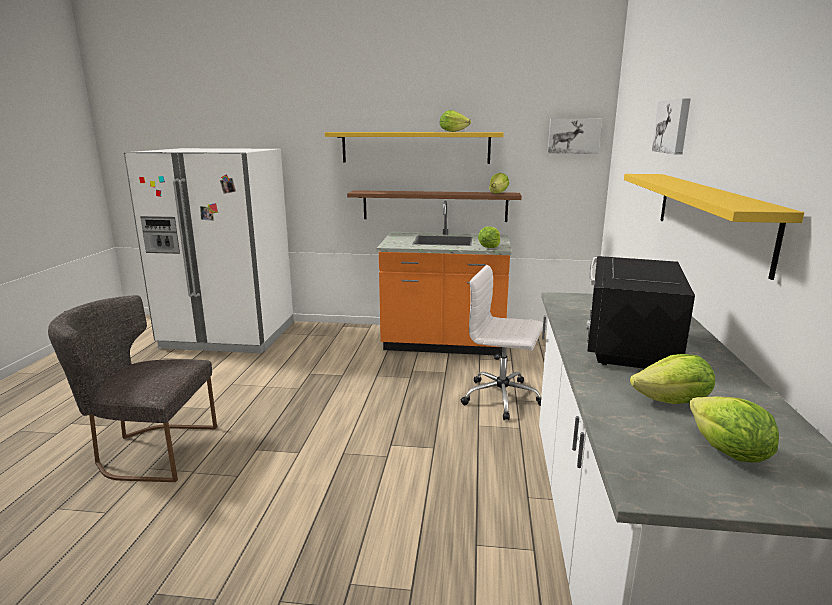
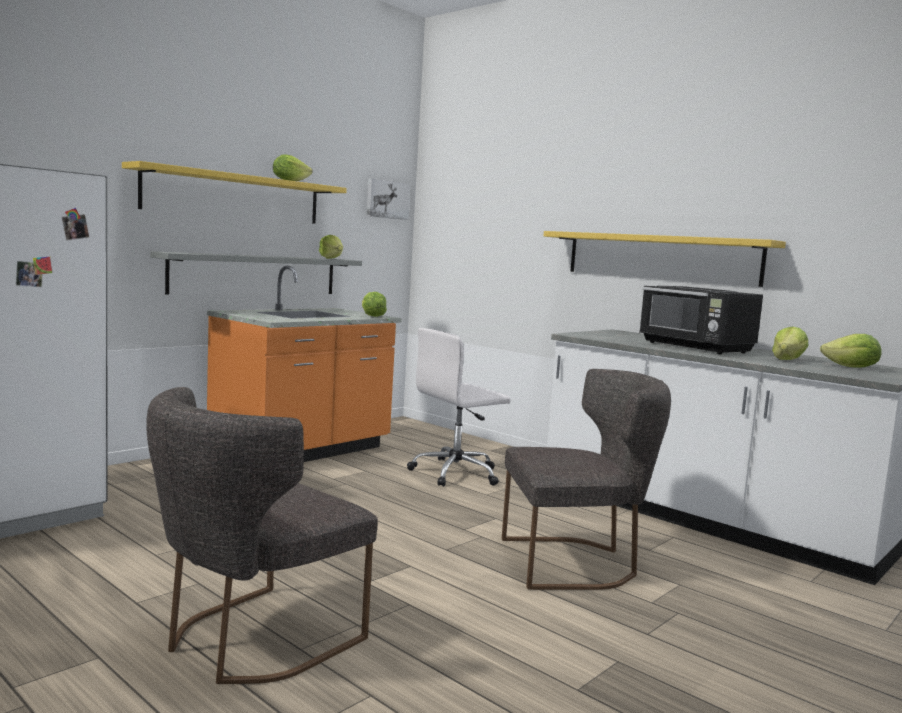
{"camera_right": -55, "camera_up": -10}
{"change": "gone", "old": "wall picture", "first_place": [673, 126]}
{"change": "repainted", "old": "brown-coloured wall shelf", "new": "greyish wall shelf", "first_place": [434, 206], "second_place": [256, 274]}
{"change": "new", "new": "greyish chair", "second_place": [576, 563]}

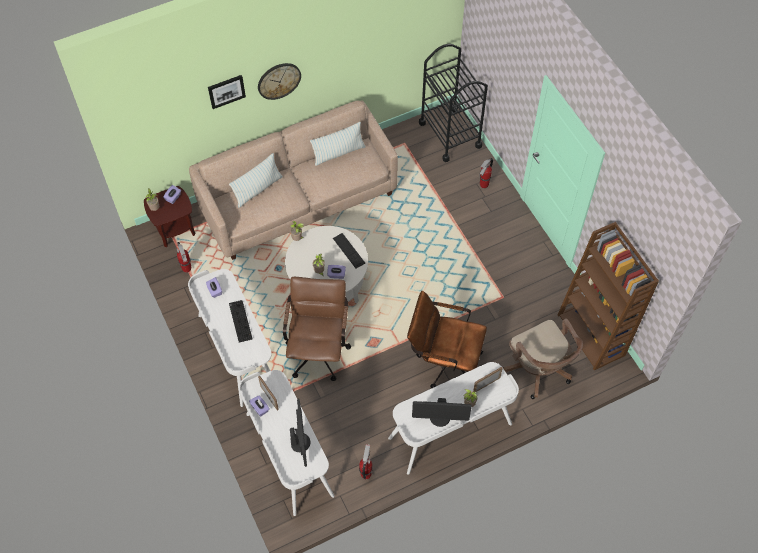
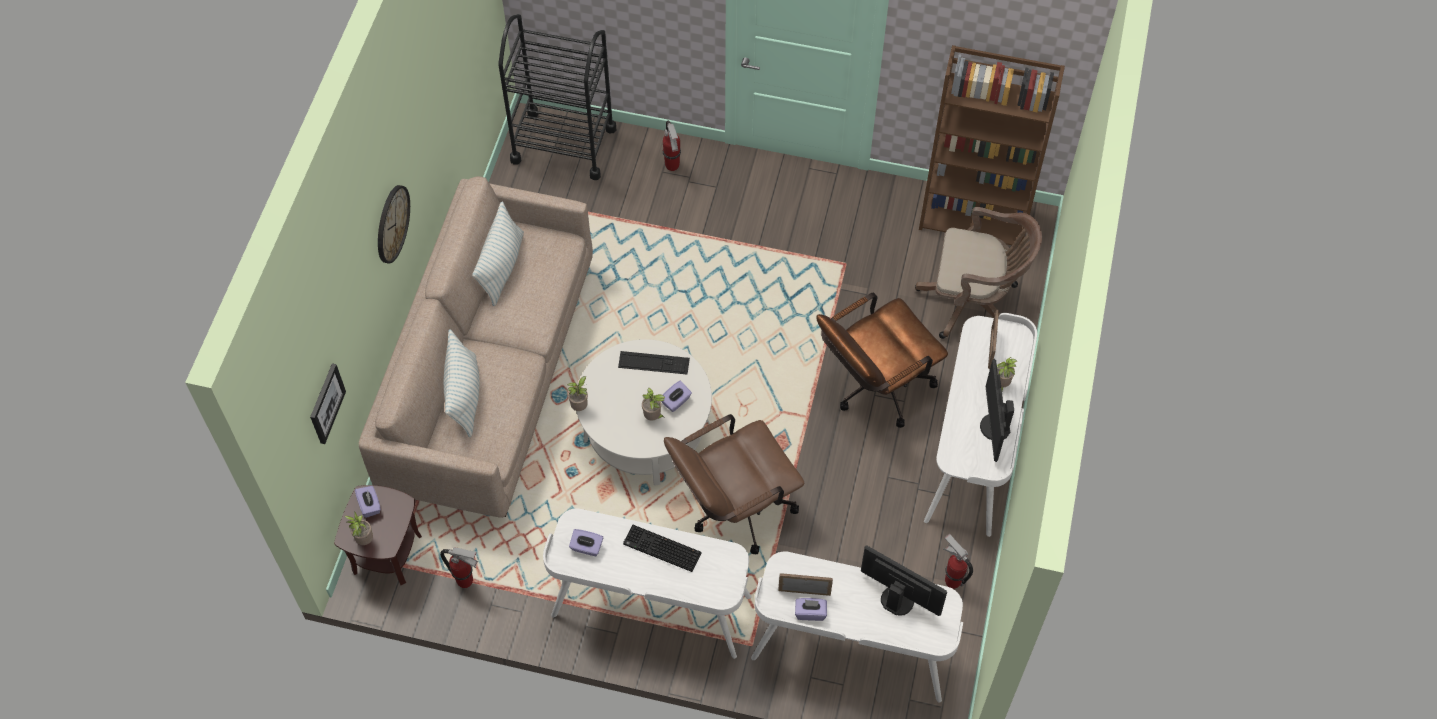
{"camera_right": -50, "camera_up": 0}
{"change": "shifted", "old": "wall picture", "first_place": [226, 91], "second_place": [326, 403]}
{"change": "rotated", "old": "brown-coloured office chair", "first_place": [318, 348], "second_place": [733, 510], "degrees": -75}
{"change": "rotated", "old": "computer display", "first_place": [440, 418], "second_place": [993, 427], "degrees": 135}

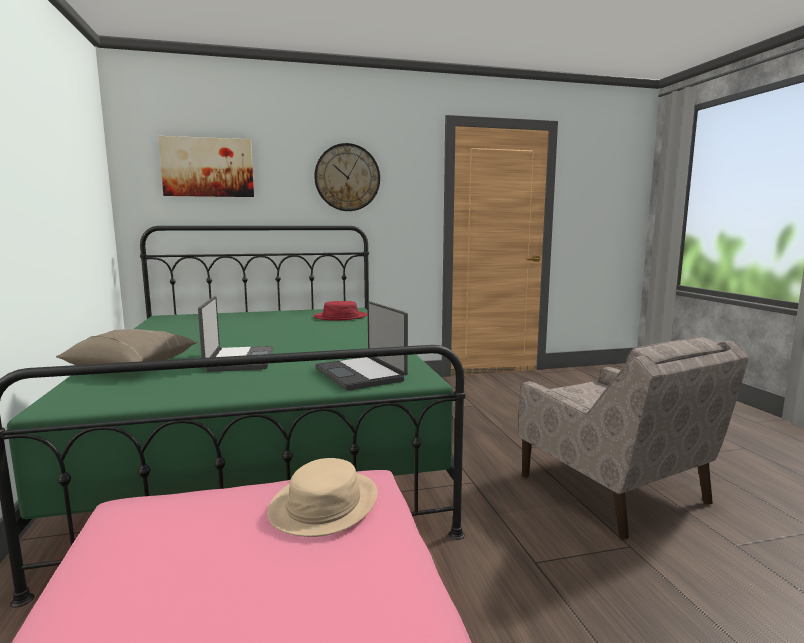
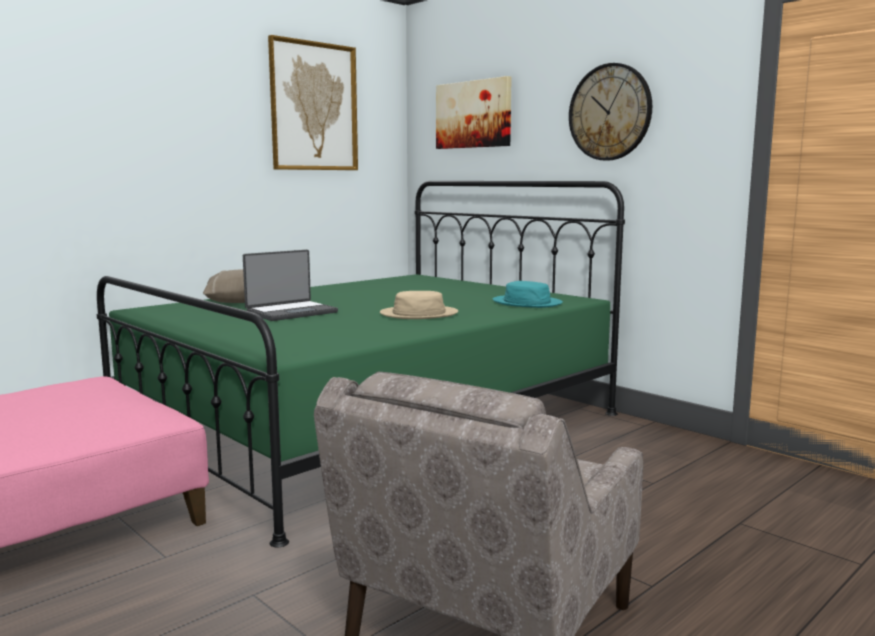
{"camera_right": 60, "camera_up": 0}
{"change": "repainted", "old": "red hat", "new": "turquoise hat", "first_place": [340, 317], "second_place": [527, 303]}
{"change": "gone", "old": "portable computer", "first_place": [361, 374]}
{"change": "shifted", "old": "sand-coloured hat", "first_place": [324, 504], "second_place": [419, 314]}
{"change": "new", "new": "wall picture", "second_place": [313, 107]}

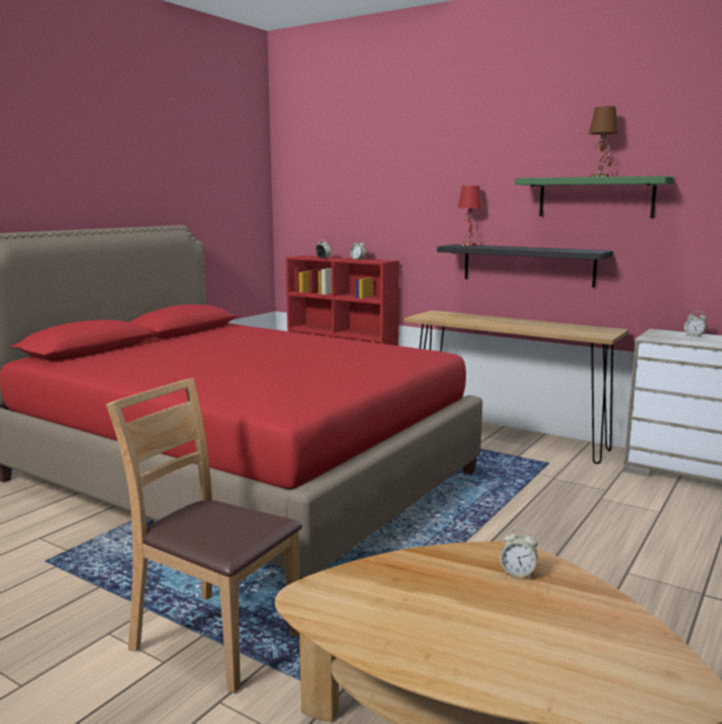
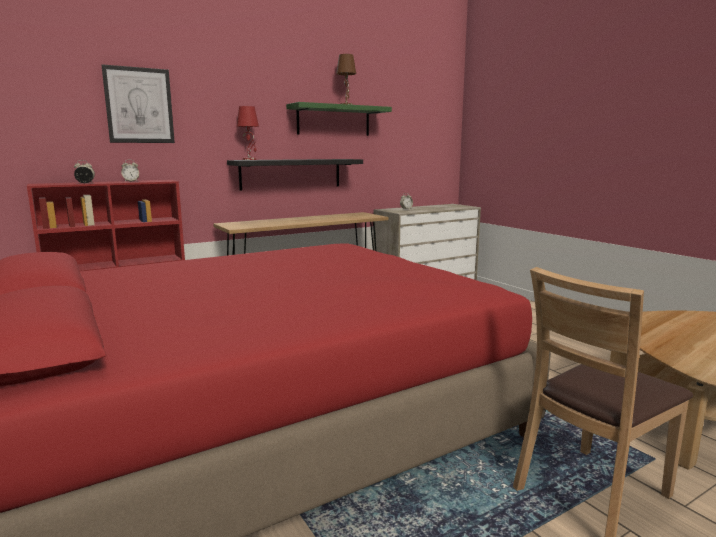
{"camera_right": -65, "camera_up": 0}
{"change": "gone", "old": "bedside clock", "first_place": [518, 573]}
{"change": "new", "new": "wall picture", "second_place": [139, 105]}

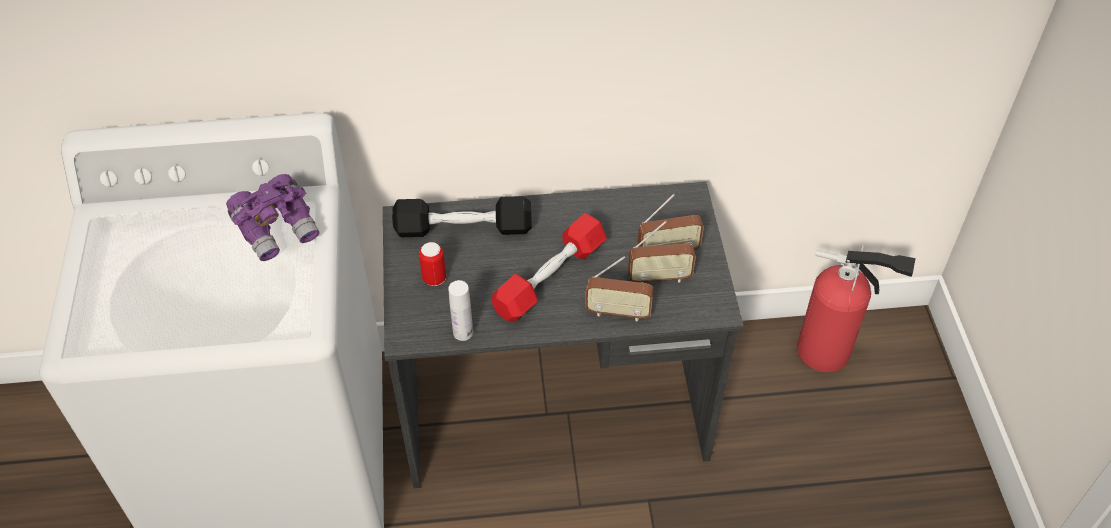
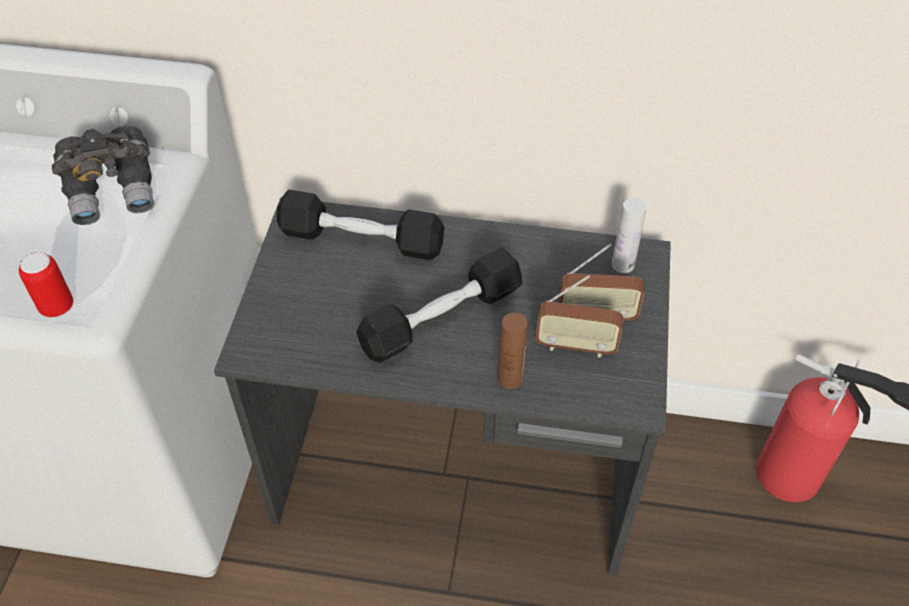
{"camera_right": 15, "camera_up": 0}
{"change": "repainted", "old": "purple pair of binoculars", "new": "greyish pair of binoculars", "first_place": [278, 229], "second_place": [113, 192]}
{"change": "repainted", "old": "red free weight", "new": "black free weight", "first_place": [550, 278], "second_place": [441, 318]}
{"change": "shifted", "old": "sealed can", "first_place": [434, 278], "second_place": [57, 307]}
{"change": "swapped", "old": "radio set", "new": "brown-coloured drink bottle", "first_place": [618, 312], "second_place": [510, 378]}
{"change": "shifted", "old": "white-coloured drink bottle", "first_place": [463, 332], "second_place": [623, 264]}

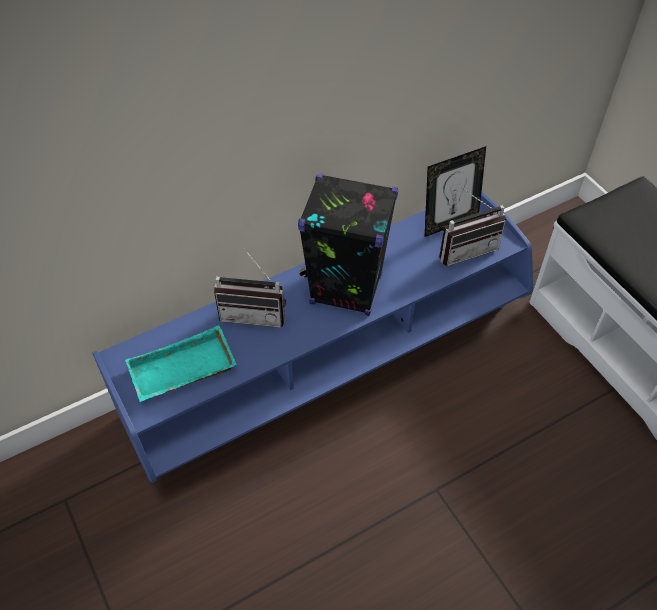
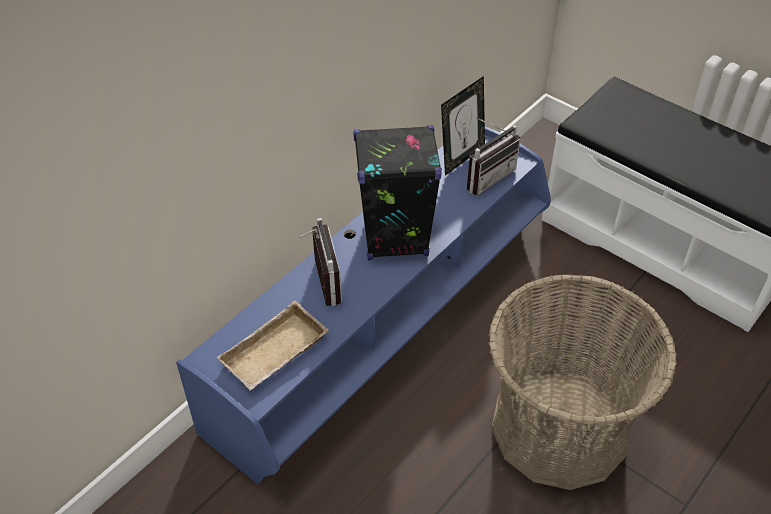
{"camera_right": -20, "camera_up": -5}
{"change": "rotated", "old": "radio set", "first_place": [254, 313], "second_place": [319, 282], "degrees": -90}
{"change": "repainted", "old": "turquoise tray", "new": "sand-coloured tray", "first_place": [182, 372], "second_place": [275, 354]}
{"change": "new", "new": "basket", "second_place": [559, 428]}

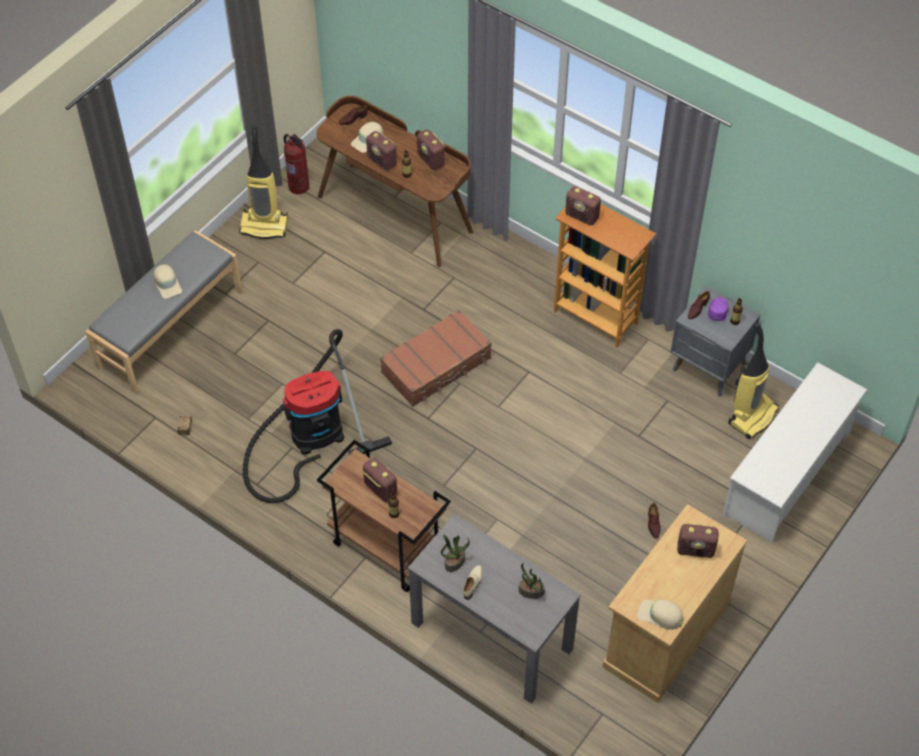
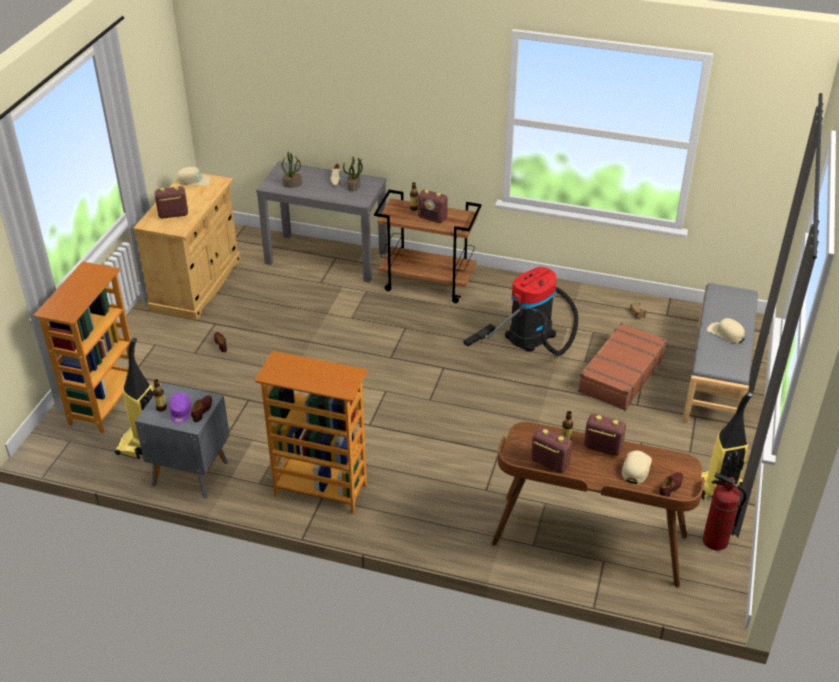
{"camera_right": 160, "camera_up": -15}
{"change": "gone", "old": "radio set", "first_place": [582, 216]}
{"change": "shifted", "old": "brown-coloured piece of luggage", "first_place": [437, 366], "second_place": [620, 374]}
{"change": "swapped", "old": "white-coloured shoe rack", "new": "bookcase", "first_place": [787, 474], "second_place": [104, 403]}

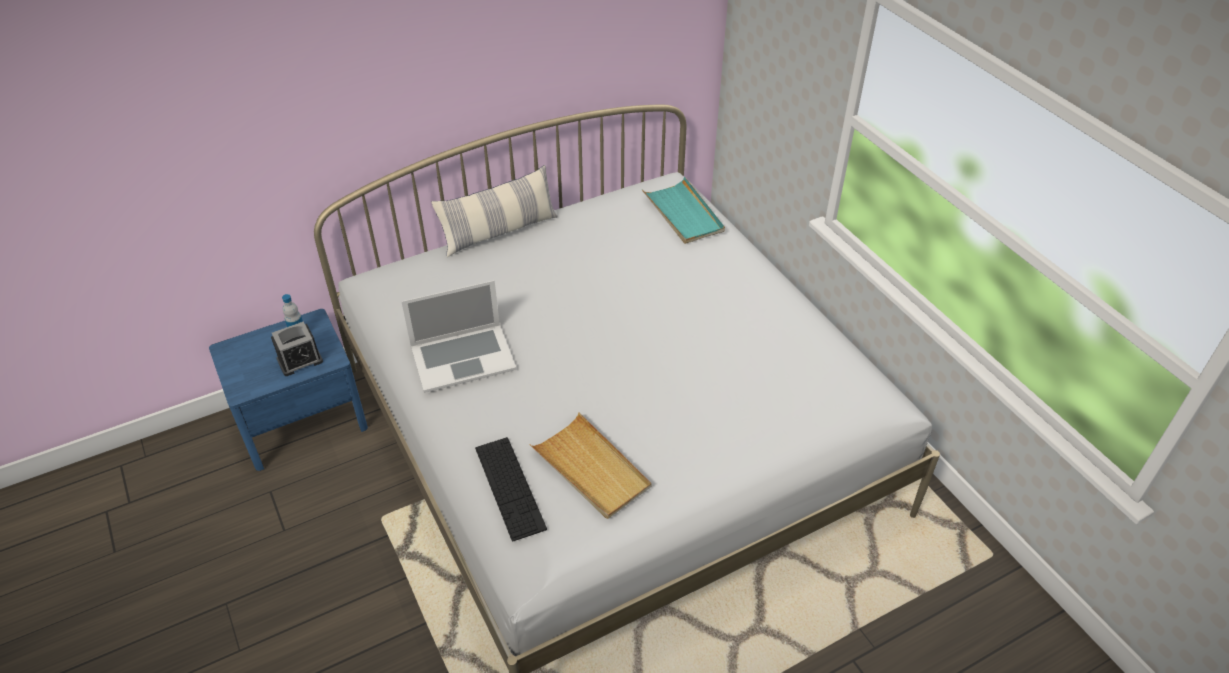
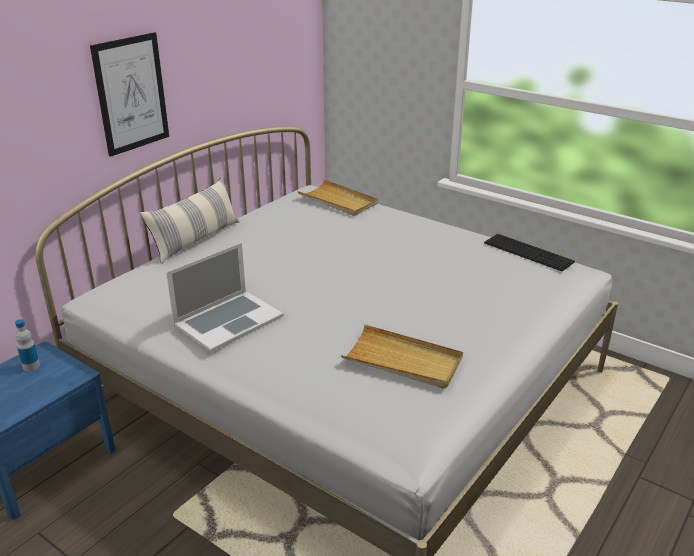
{"camera_right": -25, "camera_up": -15}
{"change": "repainted", "old": "turquoise tray", "new": "sand-coloured tray", "first_place": [683, 214], "second_place": [338, 201]}
{"change": "gone", "old": "bedside clock", "first_place": [300, 360]}
{"change": "shifted", "old": "PC keyboard", "first_place": [509, 487], "second_place": [528, 252]}
{"change": "new", "new": "wall picture", "second_place": [131, 94]}

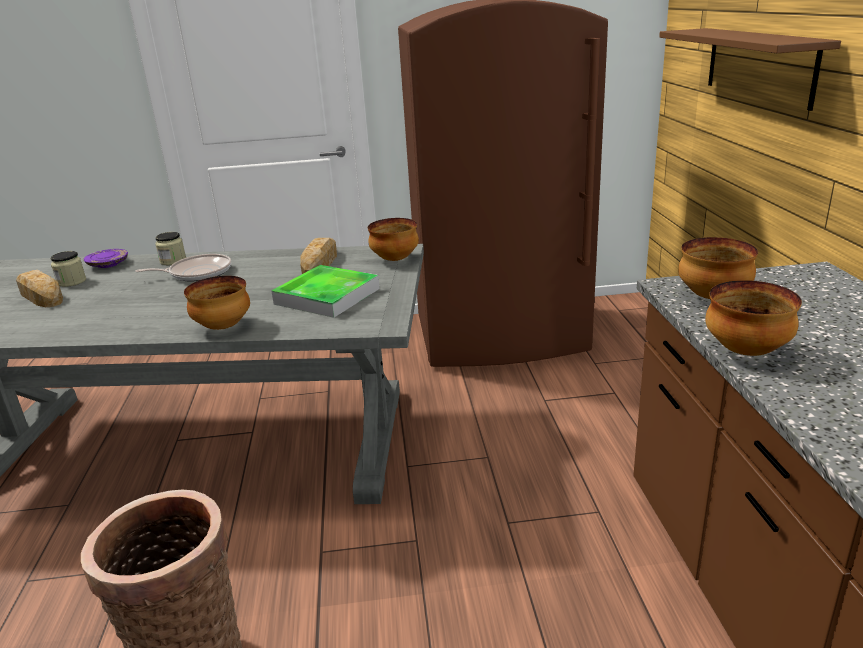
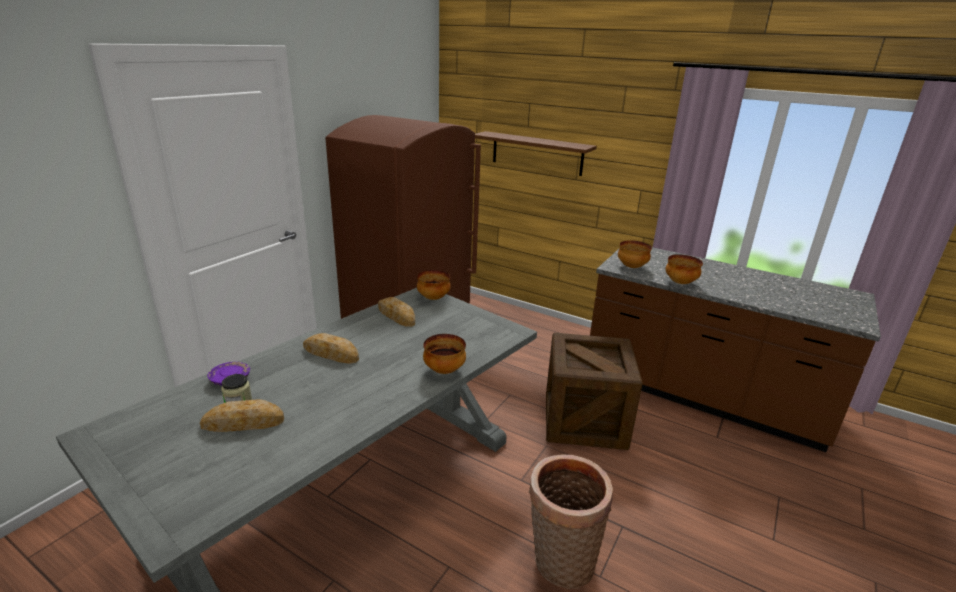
{"camera_right": -55, "camera_up": 0}
{"change": "gone", "old": "preserve jar", "first_place": [173, 261]}
{"change": "swapped", "old": "pan", "new": "baked bread", "first_place": [197, 273], "second_place": [331, 353]}
{"change": "gone", "old": "tray", "first_place": [327, 296]}
{"change": "new", "new": "crate", "second_place": [584, 421]}

